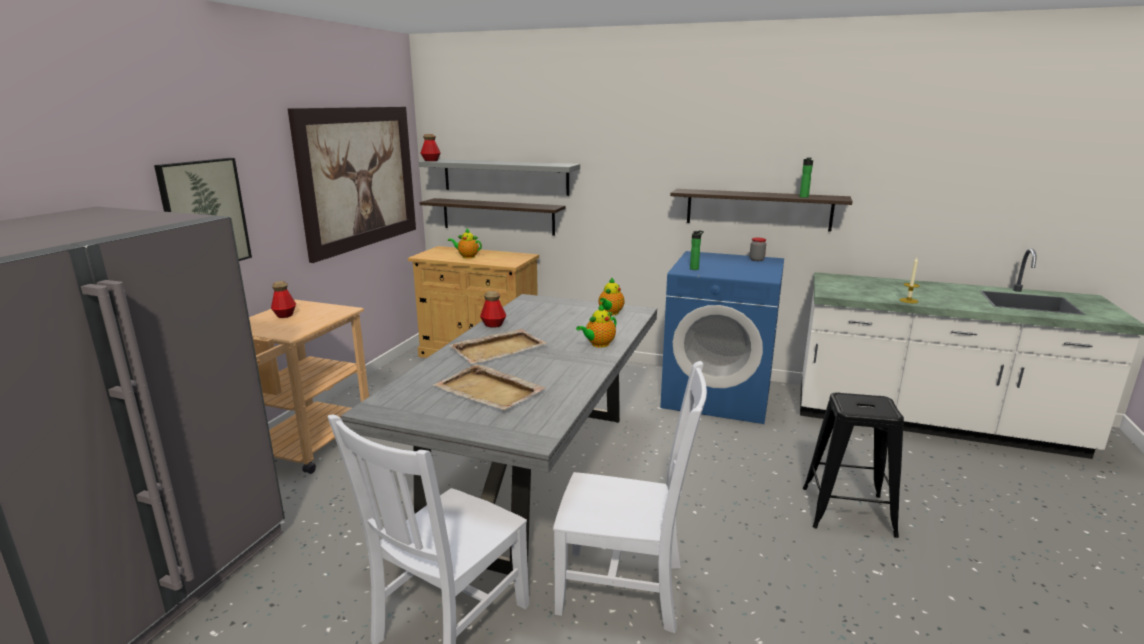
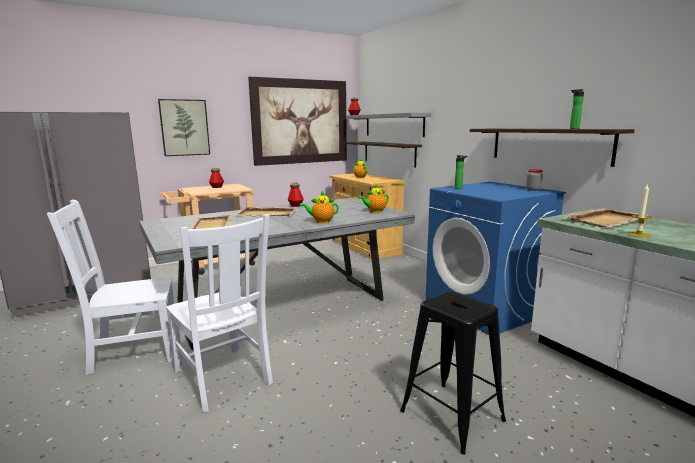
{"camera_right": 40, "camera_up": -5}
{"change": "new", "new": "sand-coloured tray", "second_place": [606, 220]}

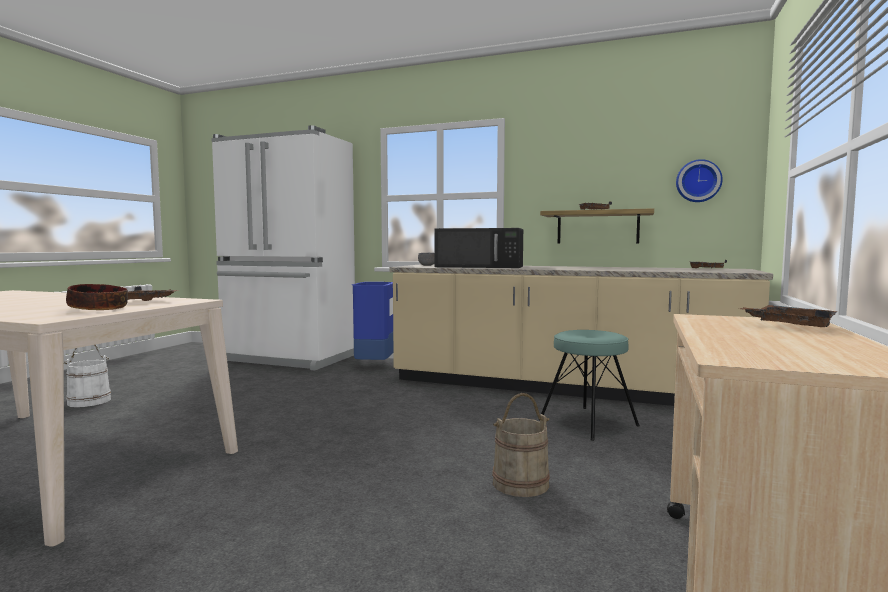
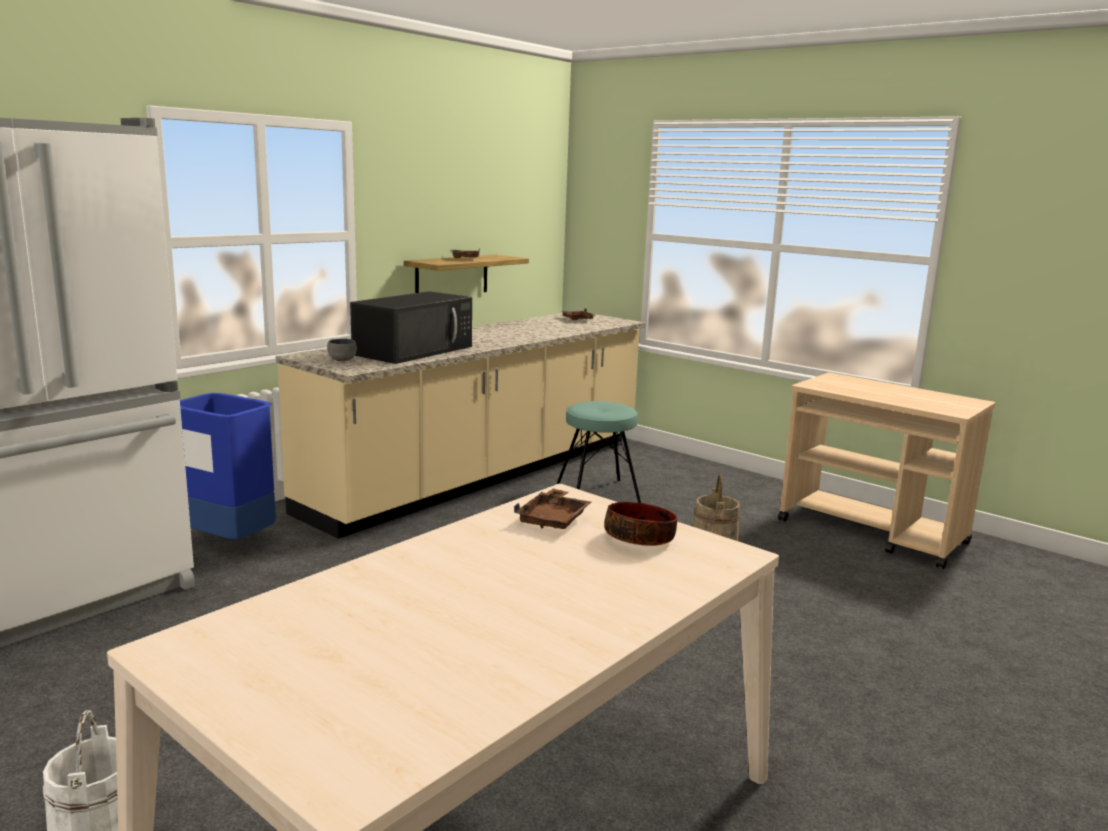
{"camera_right": -70, "camera_up": 10}
{"change": "gone", "old": "hanging clock", "first_place": [698, 181]}
{"change": "gone", "old": "brown-coloured tray", "first_place": [790, 325]}

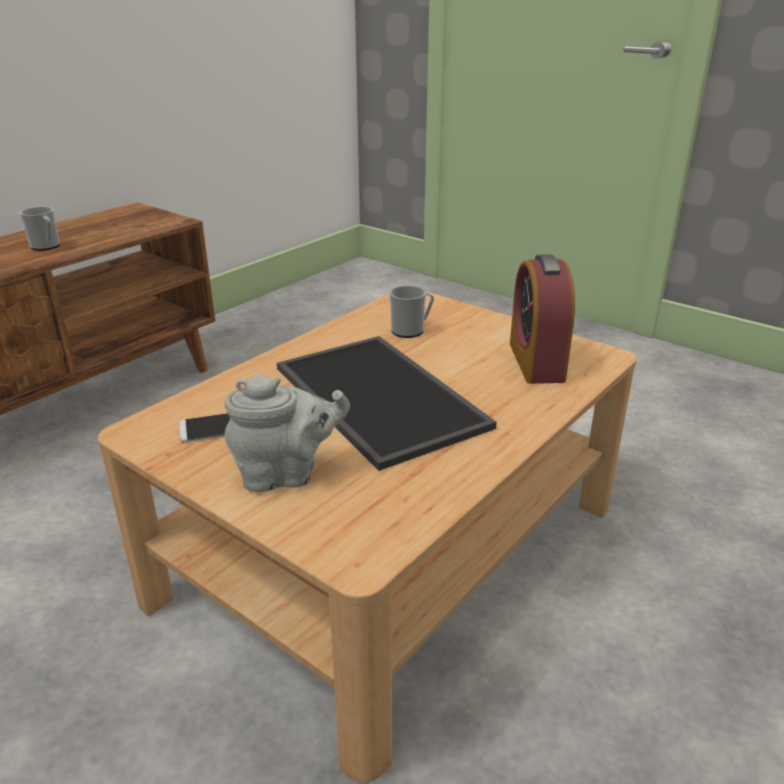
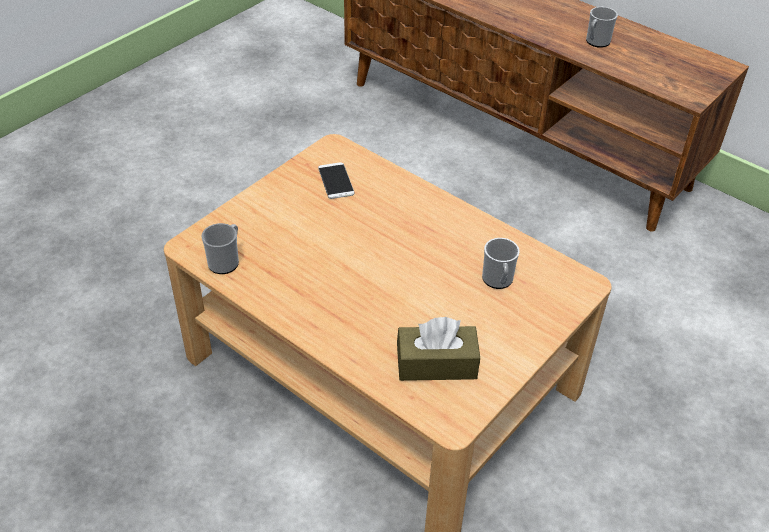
{"camera_right": 90, "camera_up": 15}
{"change": "swapped", "old": "bedside clock", "new": "brown-coloured tissue holder", "first_place": [536, 361], "second_place": [436, 364]}
{"change": "gone", "old": "tray", "first_place": [374, 397]}
{"change": "gone", "old": "greyish tea pot", "first_place": [286, 474]}
{"change": "new", "new": "mug", "second_place": [226, 261]}

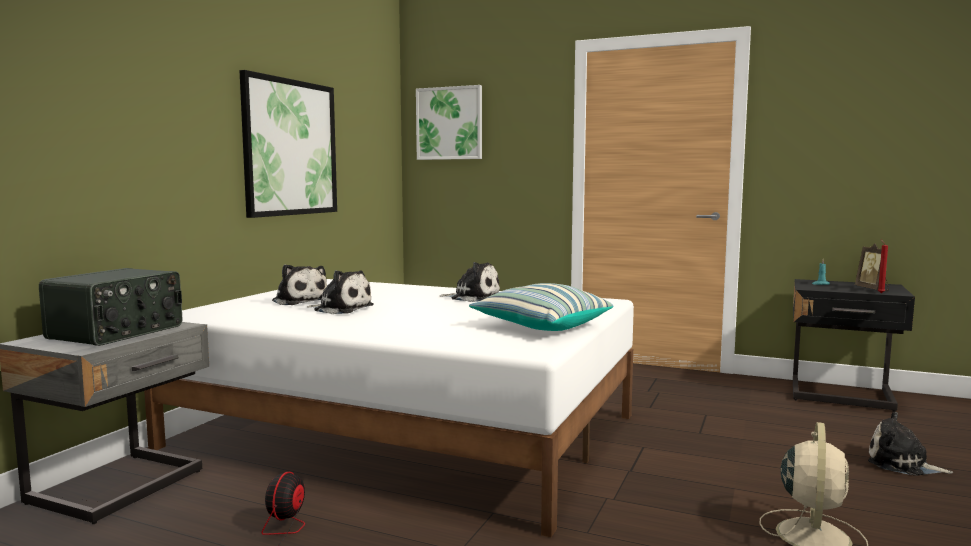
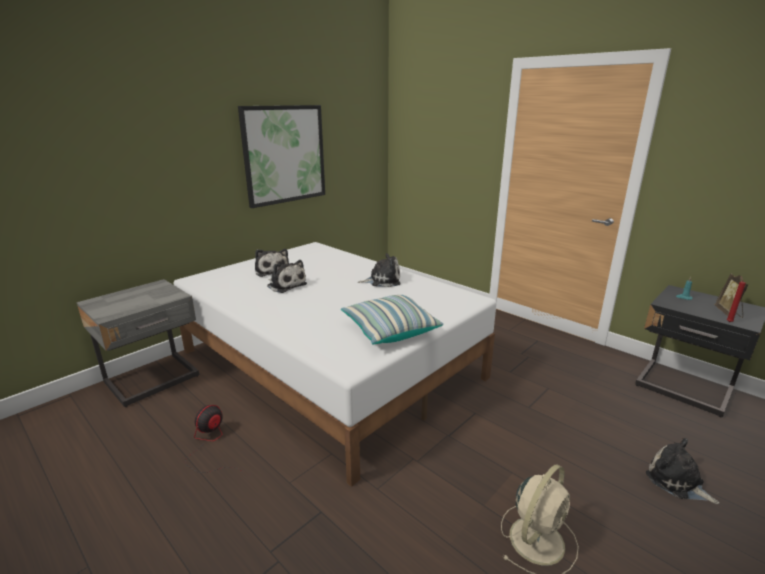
{"camera_right": 20, "camera_up": 15}
{"change": "gone", "old": "wall picture", "first_place": [449, 123]}
{"change": "rotated", "old": "plush toy", "first_place": [473, 297], "second_place": [382, 280], "degrees": -45}
{"change": "gone", "old": "radio set", "first_place": [118, 332]}

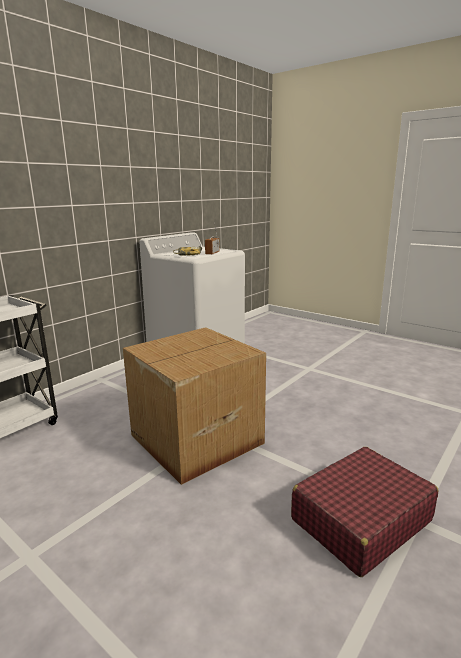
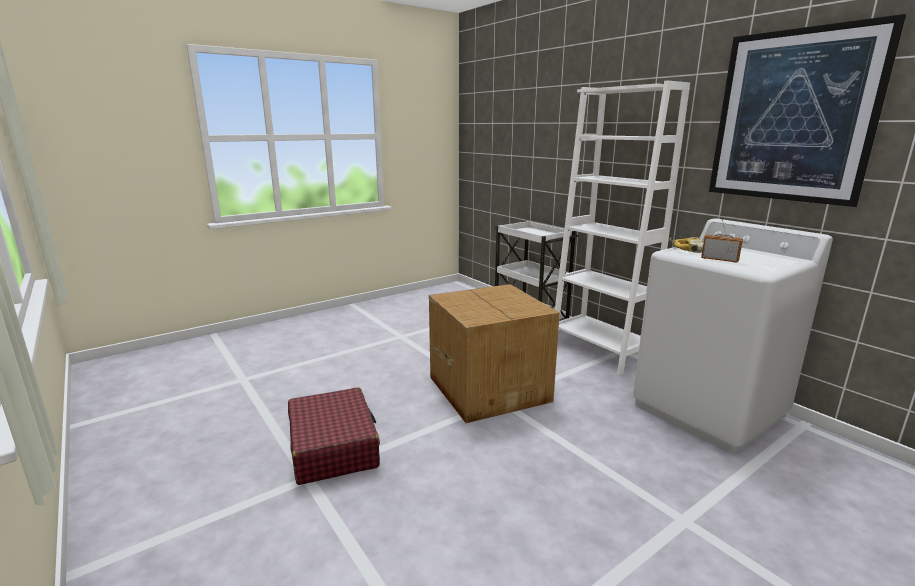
{"camera_right": 105, "camera_up": 0}
{"change": "new", "new": "wall picture", "second_place": [792, 117]}
{"change": "new", "new": "white-coloured bookcase", "second_place": [599, 351]}

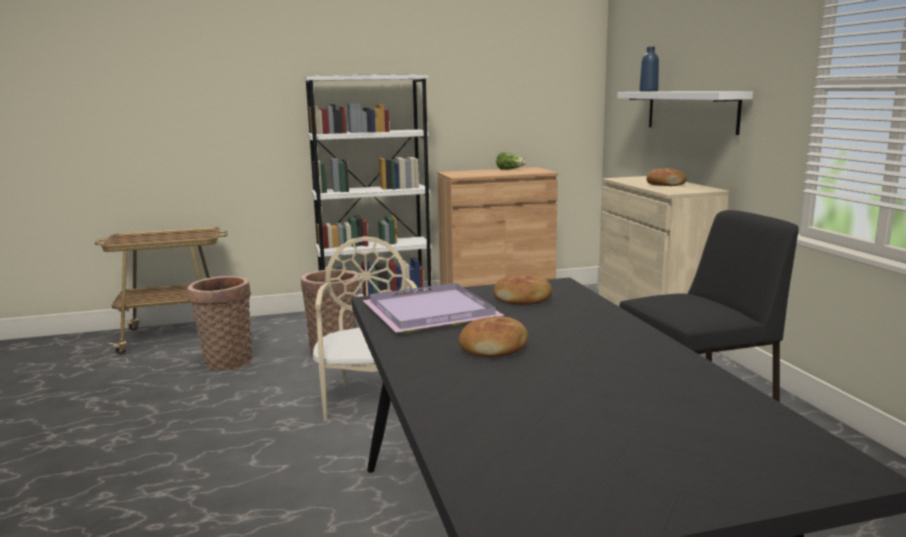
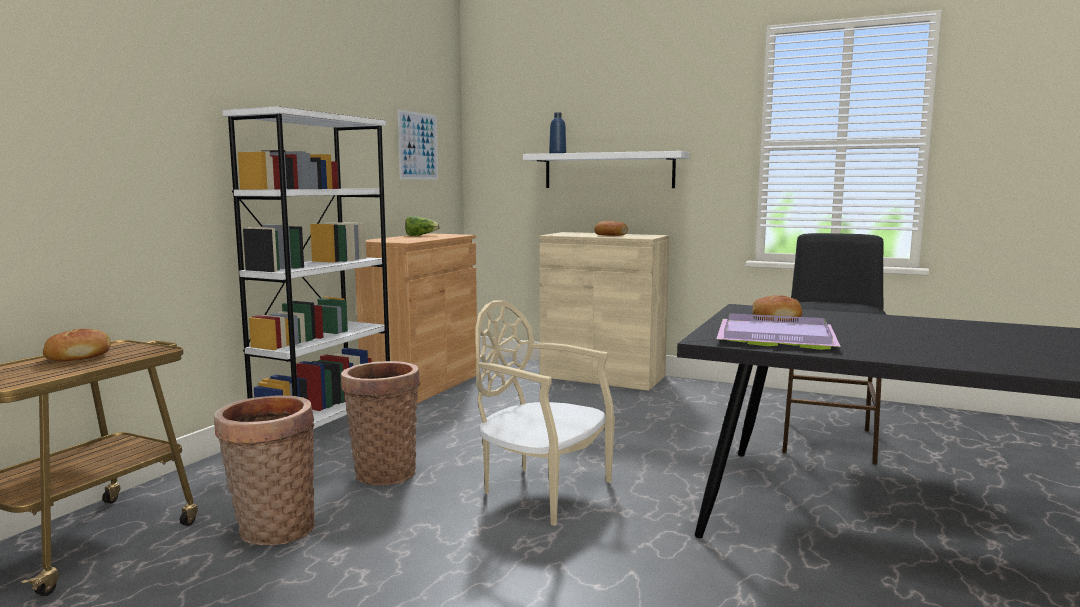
{"camera_right": -50, "camera_up": -5}
{"change": "shifted", "old": "baked bread", "first_place": [494, 348], "second_place": [79, 355]}
{"change": "new", "new": "wall picture", "second_place": [418, 146]}

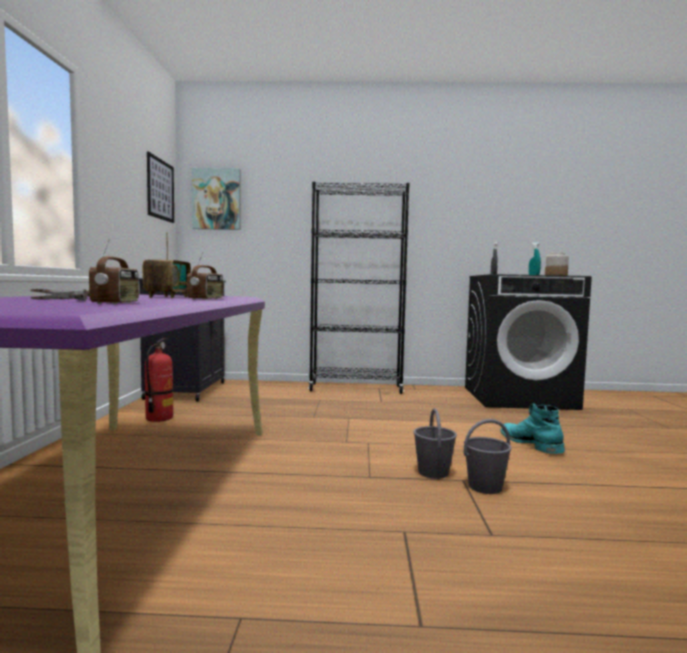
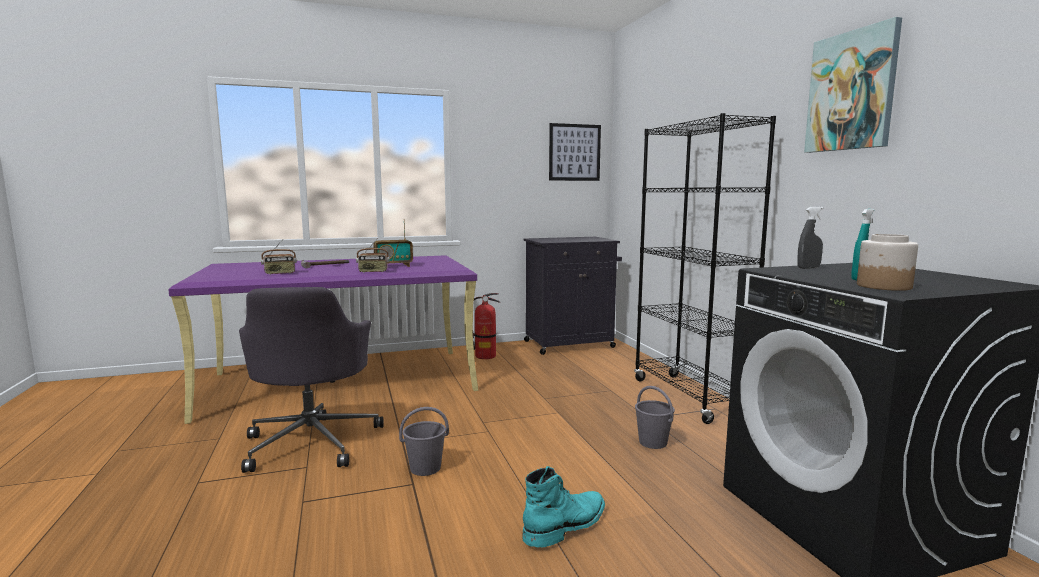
{"camera_right": 70, "camera_up": 5}
{"change": "shifted", "old": "wall picture", "first_place": [216, 199], "second_place": [851, 91]}
{"change": "shifted", "old": "greyish pail", "first_place": [485, 487], "second_place": [653, 442]}
{"change": "new", "new": "greyish office chair", "second_place": [312, 441]}

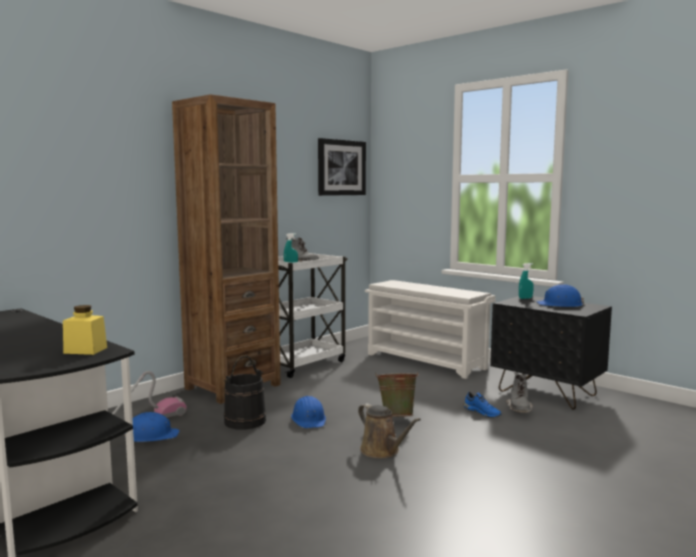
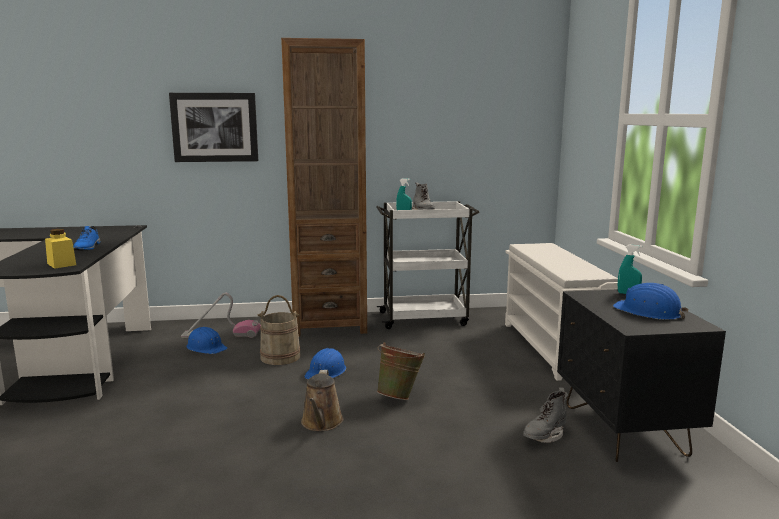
{"camera_right": 40, "camera_up": 5}
{"change": "shifted", "old": "wall picture", "first_place": [341, 167], "second_place": [215, 127]}
{"change": "repainted", "old": "black pail", "new": "sand-coloured pail", "first_place": [245, 421], "second_place": [280, 357]}
{"change": "shifted", "old": "bluish item of footwear", "first_place": [482, 412], "second_place": [88, 247]}

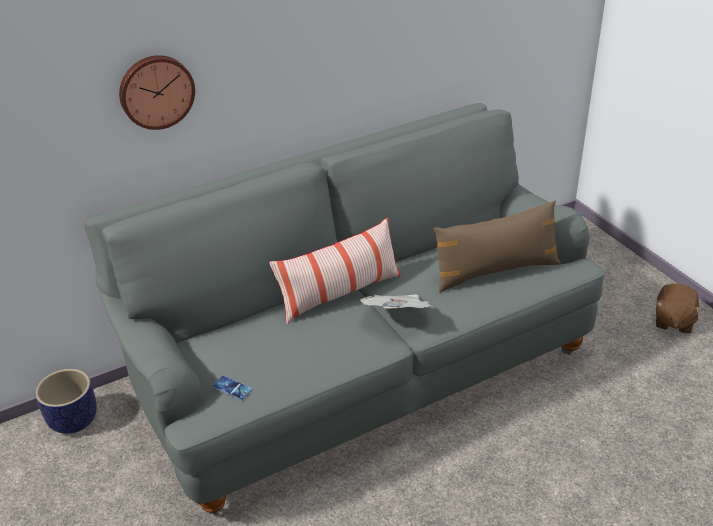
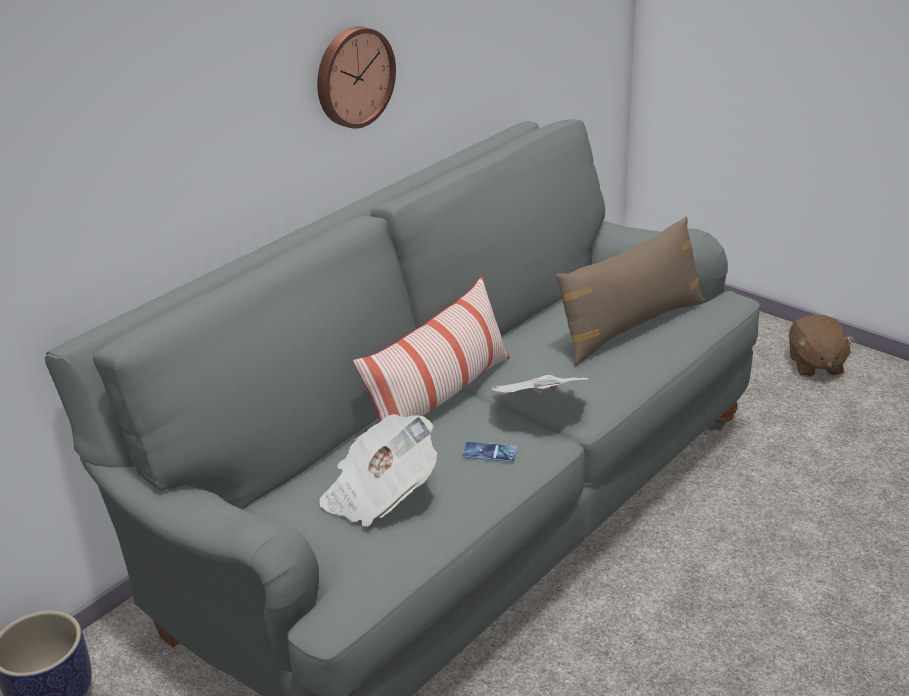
{"camera_right": -20, "camera_up": -5}
{"change": "shifted", "old": "hanging clock", "first_place": [156, 91], "second_place": [353, 76]}
{"change": "shifted", "old": "phone", "first_place": [232, 388], "second_place": [490, 452]}
{"change": "new", "new": "daily paper", "second_place": [379, 494]}

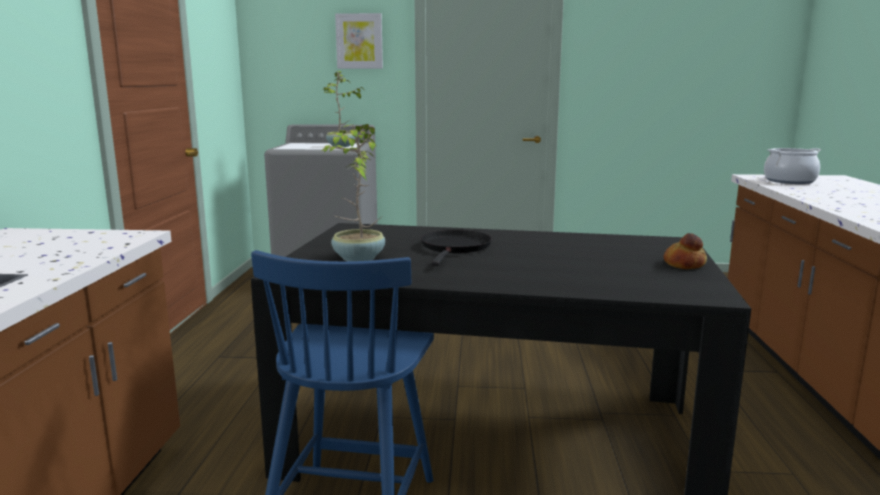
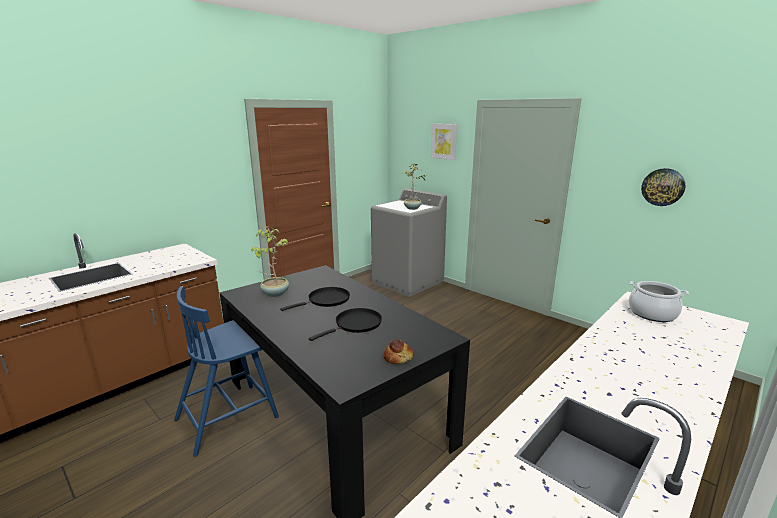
{"camera_right": 40, "camera_up": 5}
{"change": "new", "new": "hanging clock", "second_place": [663, 187]}
{"change": "new", "new": "black pan", "second_place": [356, 324]}

